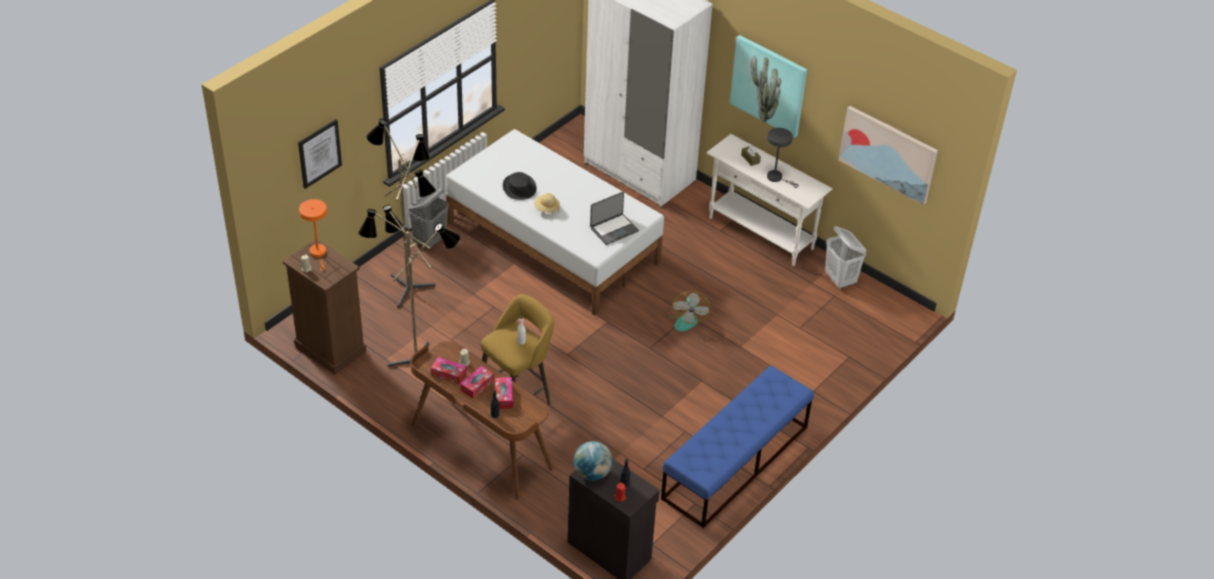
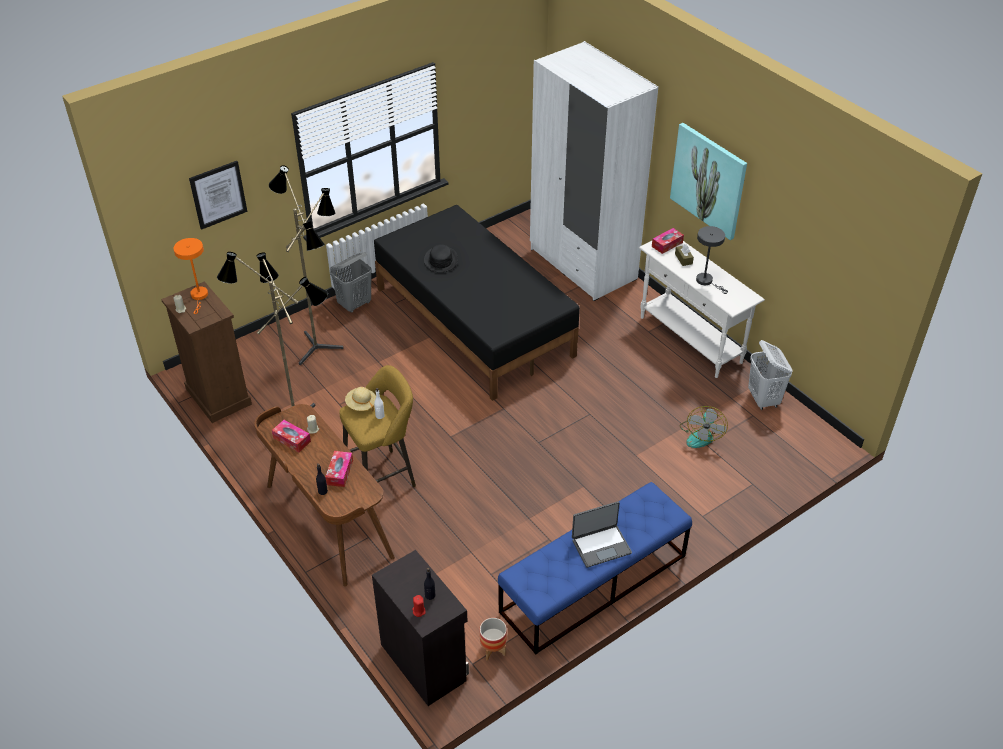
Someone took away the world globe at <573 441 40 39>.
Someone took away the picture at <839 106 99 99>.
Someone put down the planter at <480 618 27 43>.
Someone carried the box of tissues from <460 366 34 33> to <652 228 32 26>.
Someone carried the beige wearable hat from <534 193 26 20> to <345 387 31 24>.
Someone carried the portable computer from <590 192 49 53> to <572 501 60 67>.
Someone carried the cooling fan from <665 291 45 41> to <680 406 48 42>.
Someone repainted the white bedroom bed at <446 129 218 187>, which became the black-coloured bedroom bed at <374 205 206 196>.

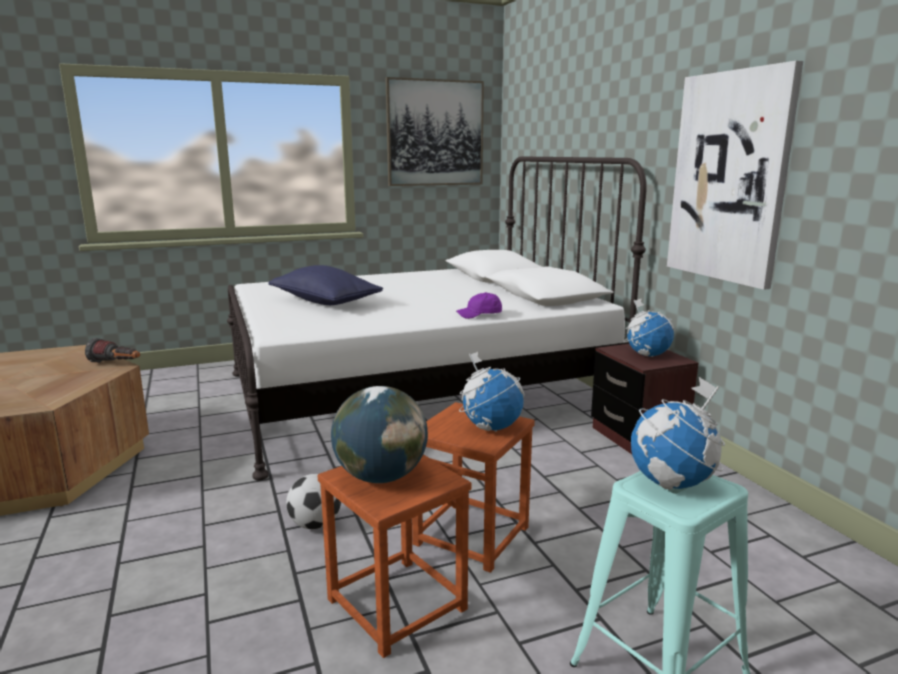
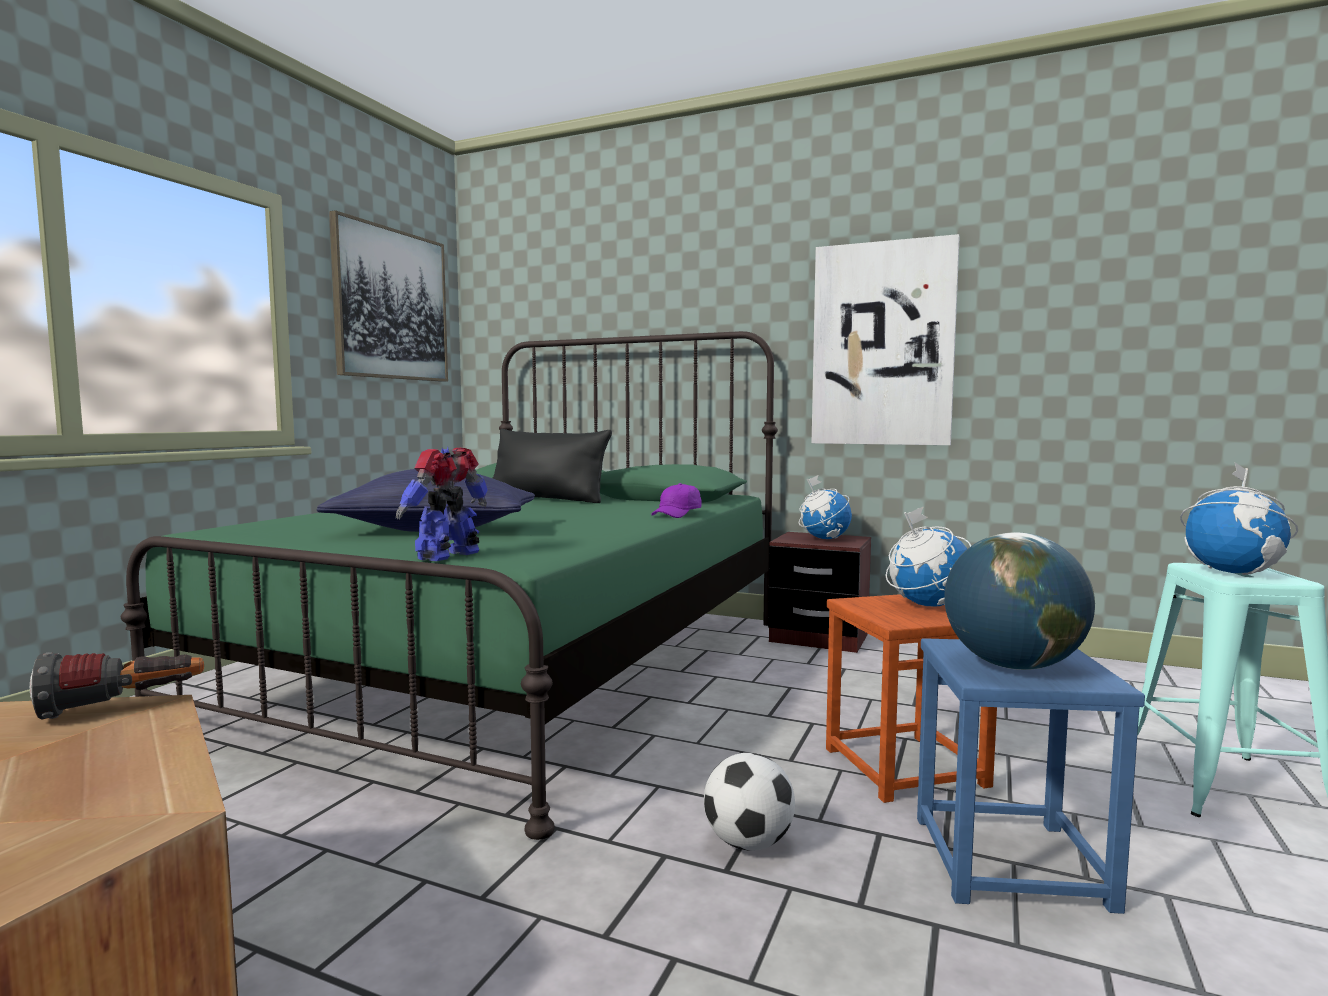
Someone put down the toy robot at <396 447 92 114>.
Someone put down the black-coloured pillow at <493 429 119 74>.
Someone repainted the white bedroom bed at <227 156 420 324>, which became the greenish bedroom bed at <121 331 657 509>.
Someone repainted the brown stool at <318 454 154 204>, which became the blue-coloured stool at <917 638 228 276>.

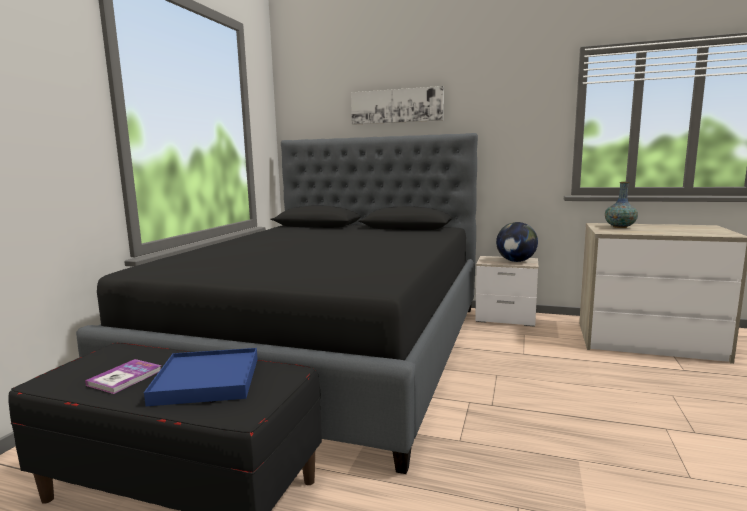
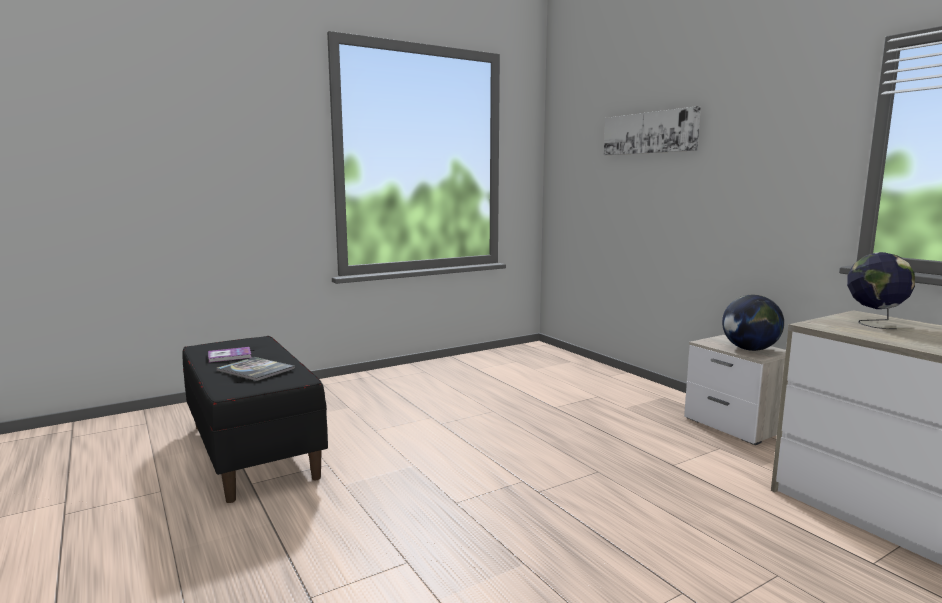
Someone took away the black-coloured bedroom bed at <76 133 402 341>.
Someone swapped the blue-coloured serving tray at <144 348 114 58> for the bound book at <217 357 78 24>.
Someone swapped the vase at <605 182 33 46> for the world globe at <847 252 68 77>.

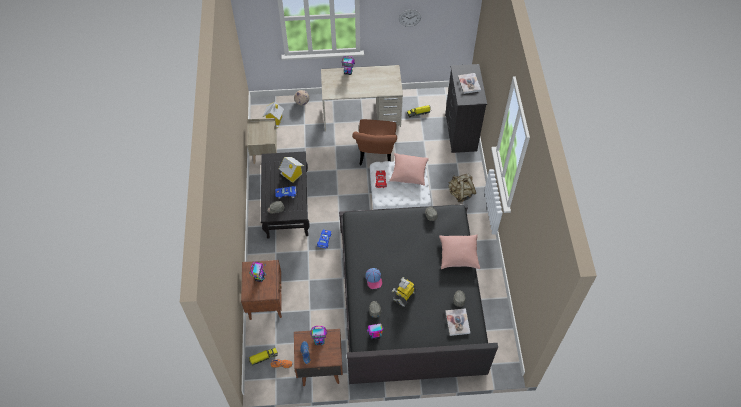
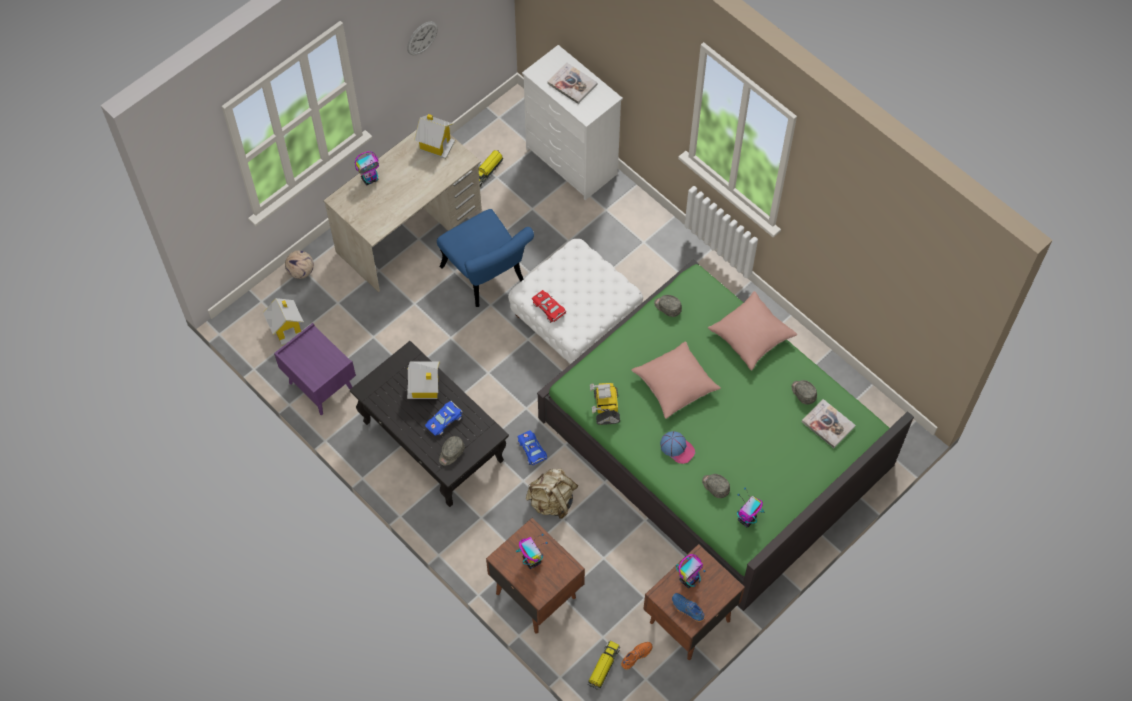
Someone put down the model house at <414 114 41 45>.
Someone carried the pink pillow from <389 153 40 33> to <631 342 90 77>.
Someone carried the toy robot from <392 277 25 30> to <590 383 30 42>.
Someone carried the beige rucksack from <449 174 27 28> to <526 469 52 50>.
Someone repainted the beige nightstand at <247 118 30 46>, which became the purplish nightstand at <274 323 82 92>.
Someone repainted the black-coloured bedroom bed at <339 204 159 180>, which became the greenish bedroom bed at <537 259 377 352>.
Someone repainted the brown upright chair at <352 119 45 46>, which became the blue-coloured upright chair at <437 209 97 98>.
Someone repainted the black-coloured drawer chest at <445 64 42 89>, which became the white drawer chest at <522 45 101 155>.

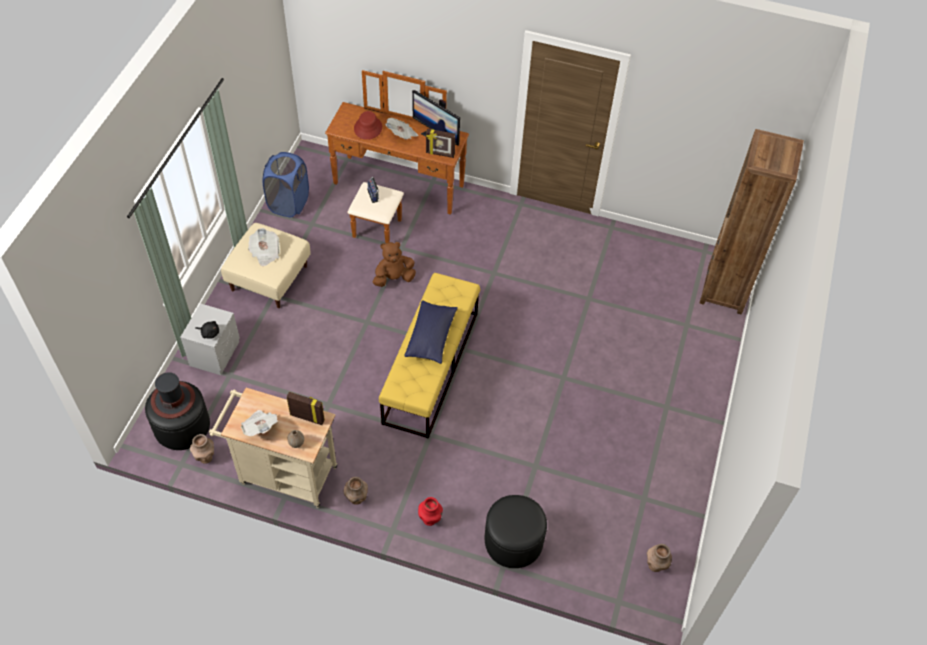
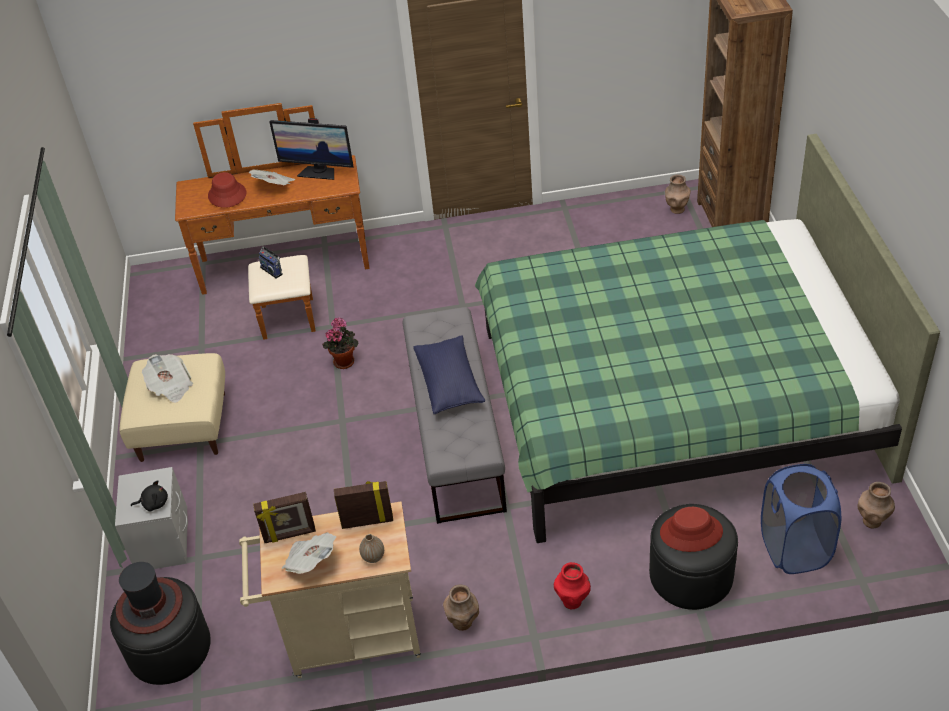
Someone put down the greenish bedroom bed at <475 134 465 409>.
Someone put down the reddish wearable hat at <660 507 63 45>.
Someone carried the brown vase from <190 434 24 30> to <665 175 26 39>.
Someone carried the blue-coloured washing basket from <263 152 46 65> to <761 464 80 110>.
Someone carried the photo frame from <426 129 29 29> to <253 492 63 51>.
Someone swapped the brown soft toy at <373 242 43 45> for the houseplant at <322 317 36 52>.
Someone repainted the yellow-coloured bench at <379 273 101 166>, which became the grey bench at <402 307 105 217>.

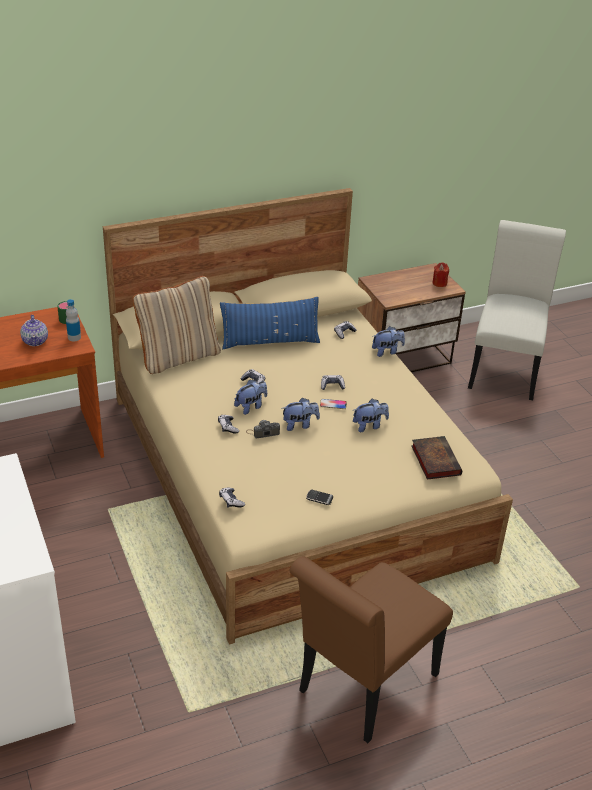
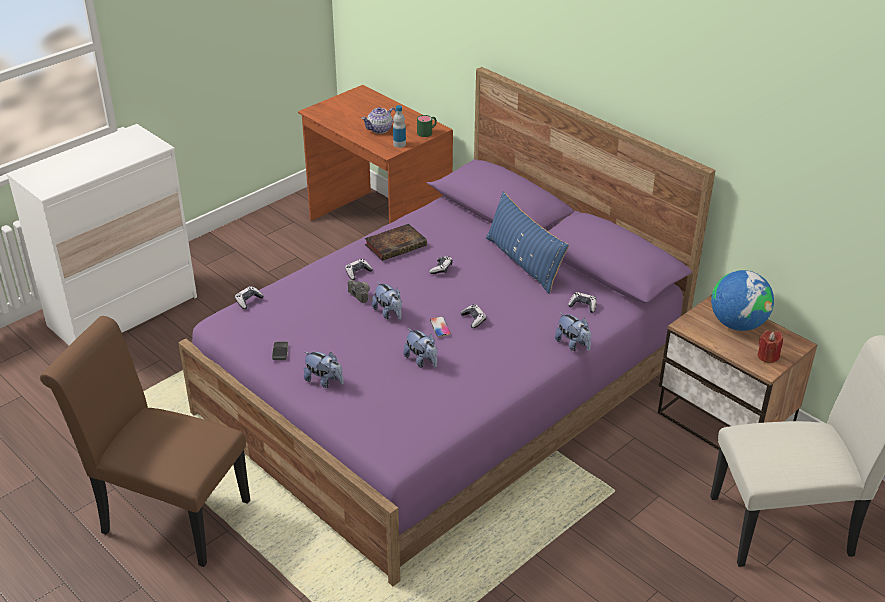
Someone took away the beige pillow at <133 276 88 98>.
Someone put down the world globe at <711 270 63 61>.
Someone carried the soft toy from <234 380 33 35> to <304 352 40 36>.
Someone carried the bound book from <411 436 51 44> to <365 224 62 37>.
Someone repainted the beige bedroom bed at <103 188 410 456>, which became the purplish bedroom bed at <178 67 538 519>.

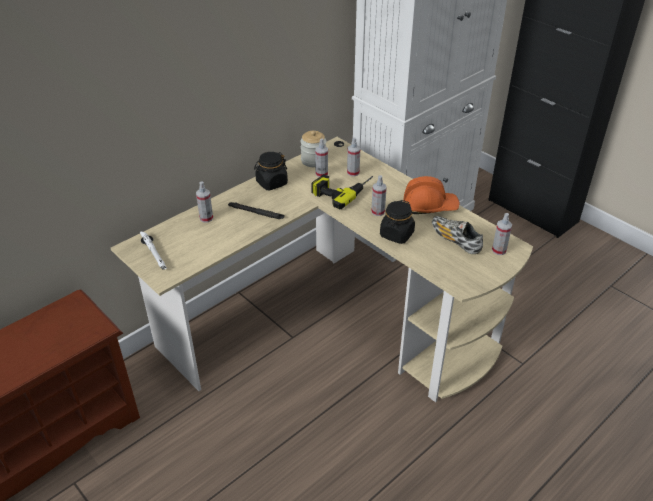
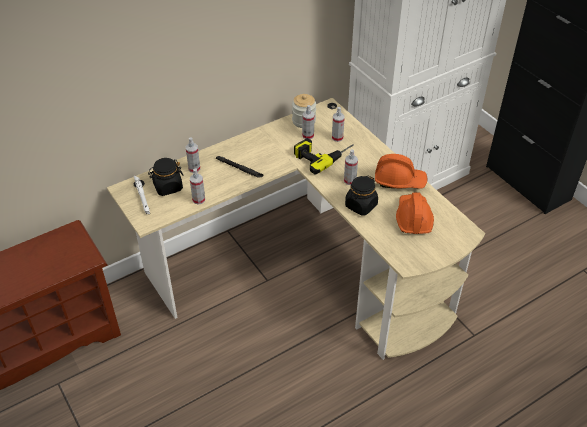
Someone carried the black-coloured storage jar from <254 152 34 38> to <148 158 36 38>.
Someone carried the spray bottle from <492 213 20 42> to <190 168 15 37>.
Someone swapped the low shoe at <432 216 51 38> for the orange-coloured safety helmet at <396 192 38 42>.

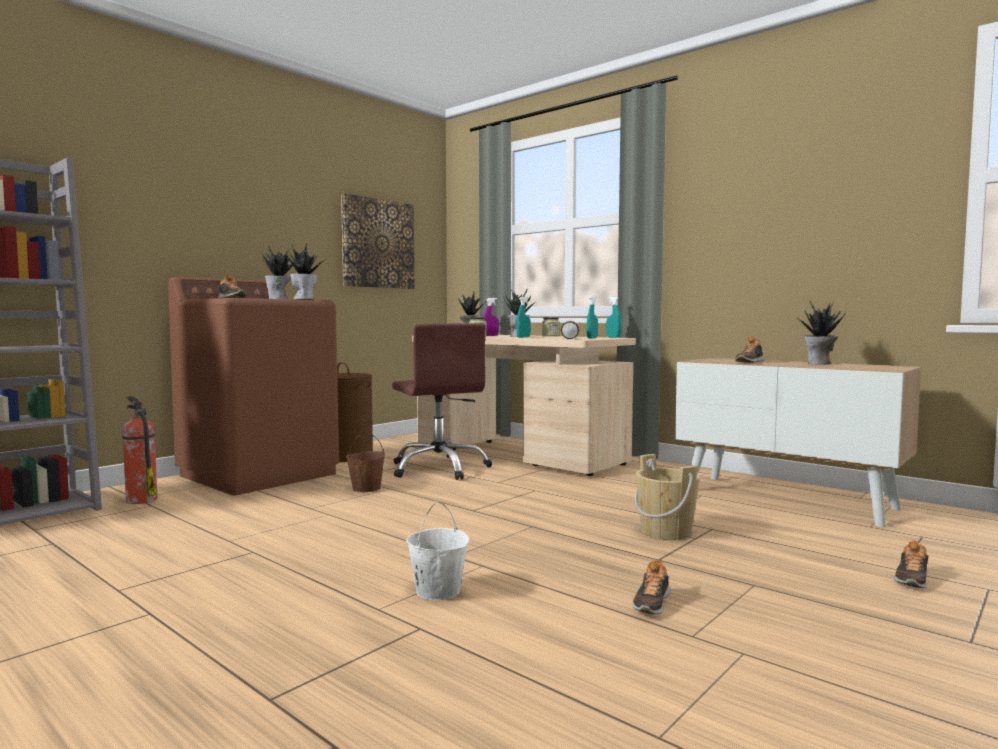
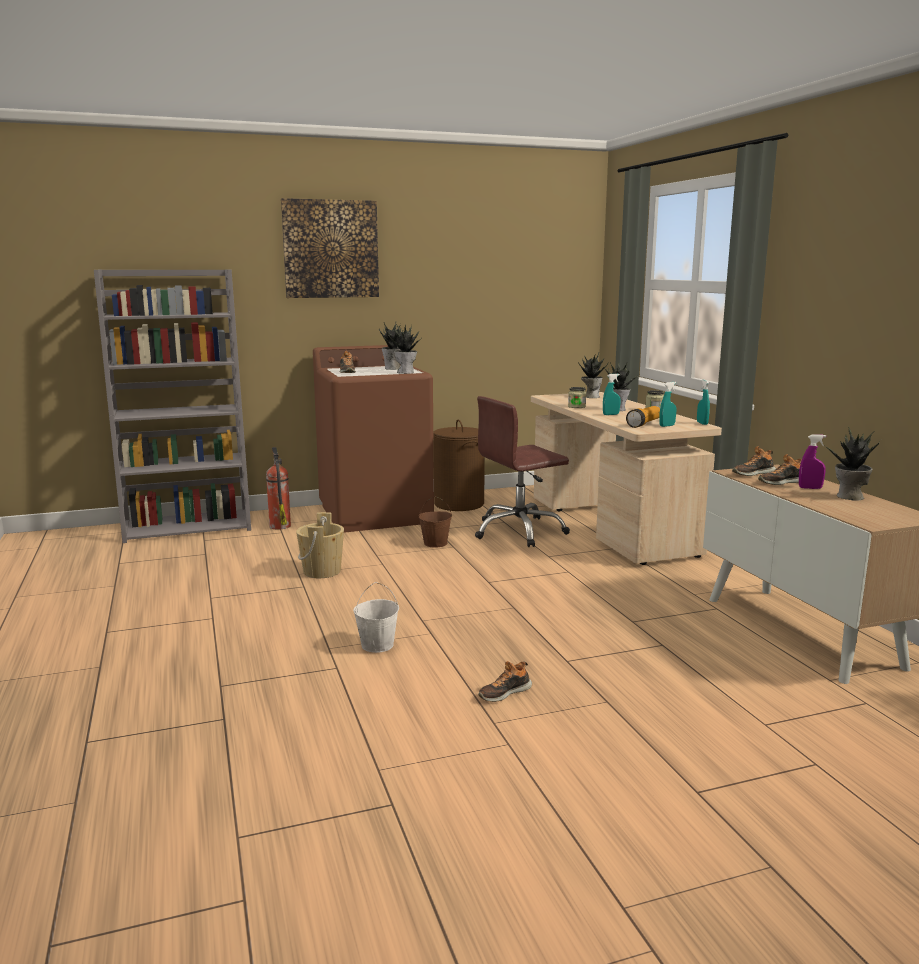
Someone carried the picture from <341 193 74 96> to <281 198 98 100>.
Someone carried the purplish spray bottle from <483 298 16 38> to <799 434 27 55>.
Someone carried the beige pail from <635 454 65 86> to <296 512 48 66>.
Someone carried the low shoe from <894 540 34 48> to <732 447 44 29>.
Someone rotated the brown office chair at <392 323 100 157> by 60 degrees clockwise.

